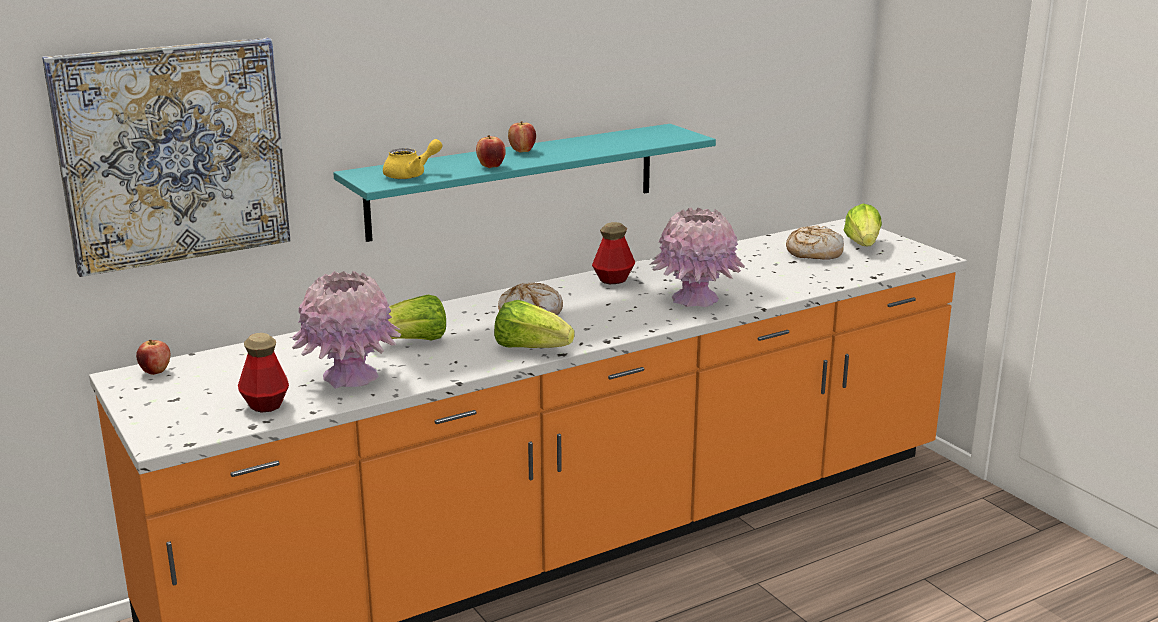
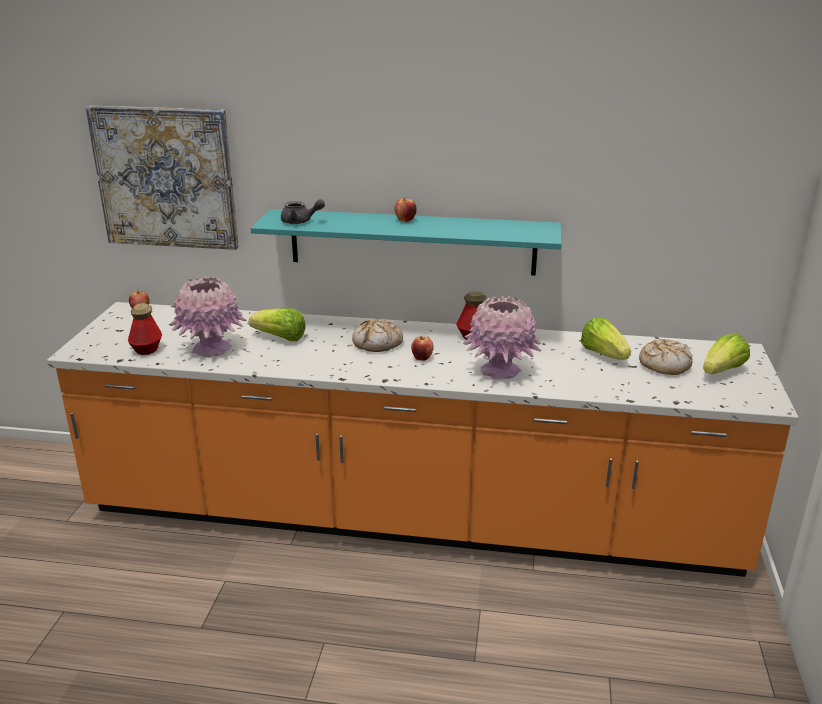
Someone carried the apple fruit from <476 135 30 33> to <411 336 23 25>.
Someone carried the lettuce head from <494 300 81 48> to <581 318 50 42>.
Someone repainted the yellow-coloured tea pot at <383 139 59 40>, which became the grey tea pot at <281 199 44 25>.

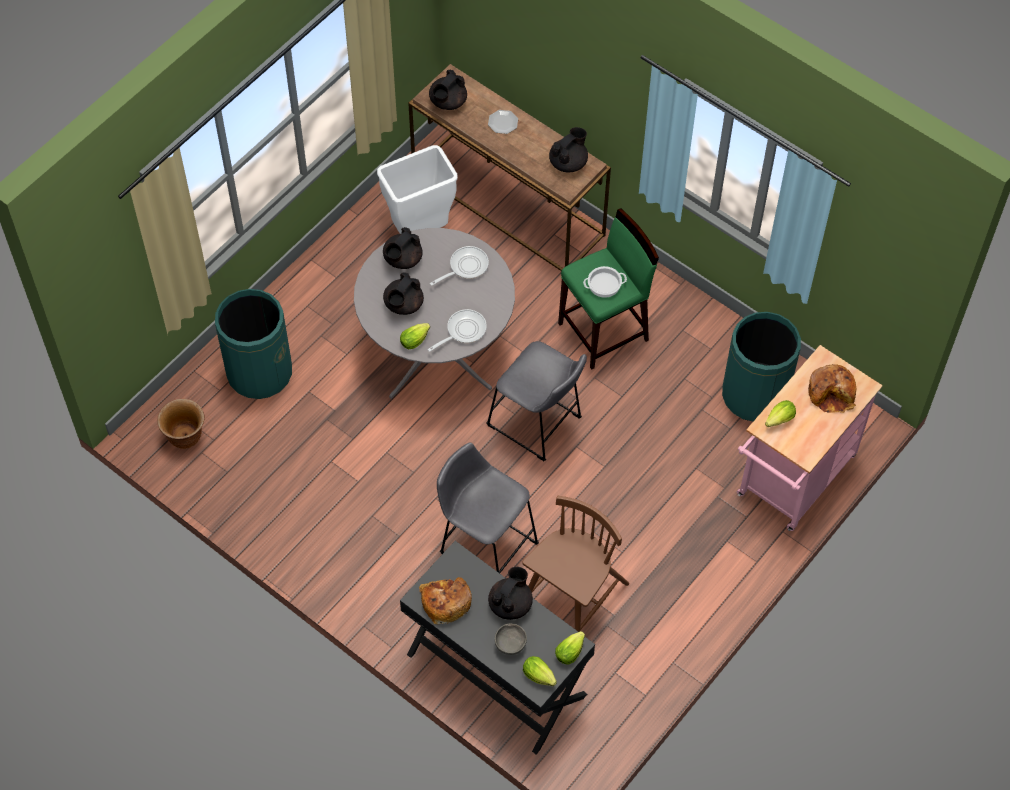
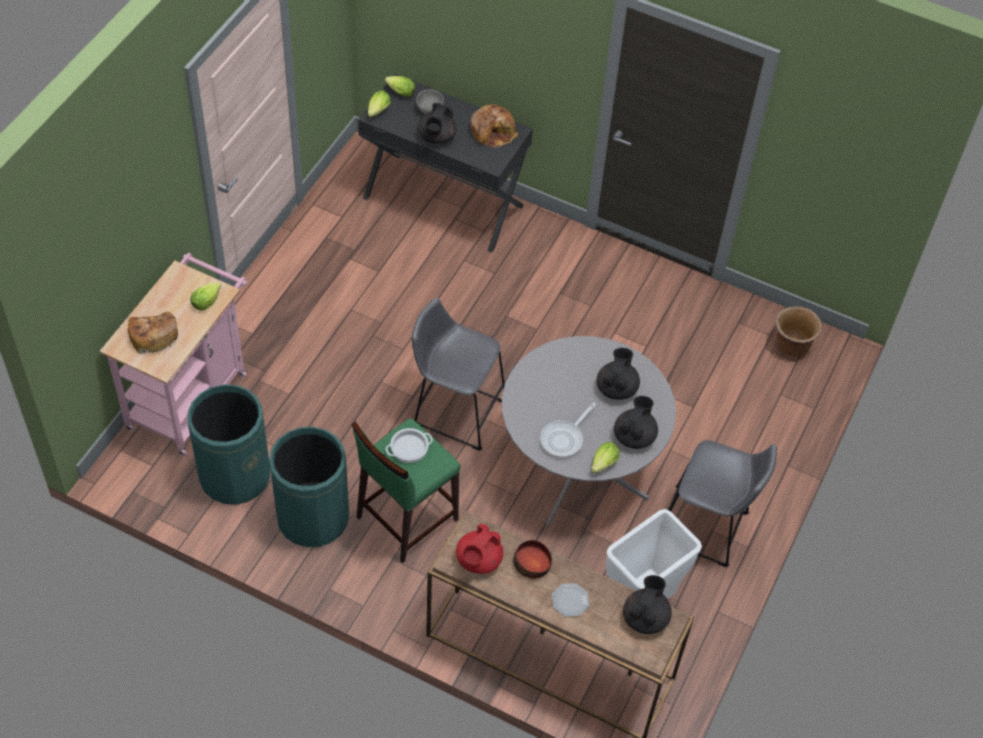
Someone took away the skillet at <428 309 59 43>.
Someone took away the brown upright chair at <522 496 107 136>.
Someone put down the bowl at <513 540 39 39>.
Someone carried the greenish trash can from <215 289 77 110> to <269 427 80 120>.
Someone carried the lettuce head from <400 323 30 26> to <591 442 29 31>.
Someone carried the grey stool from <437 443 102 130> to <668 440 109 127>.
Someone repainted the black-coloured tea pot at <549 127 39 45>, which became the reddish tea pot at <456 524 47 50>.

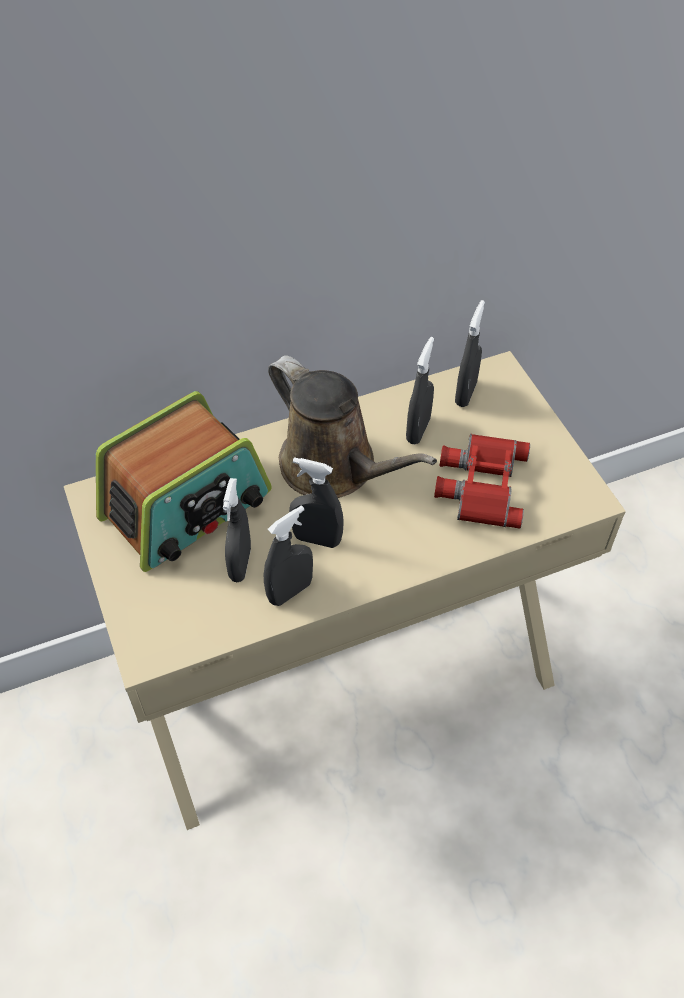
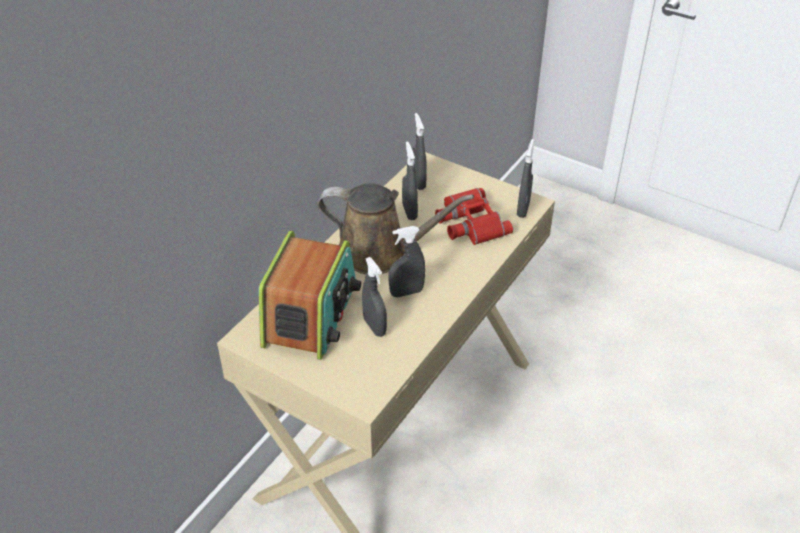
Someone carried the grey spray bottle from <264 506 49 100> to <517 139 17 79>.

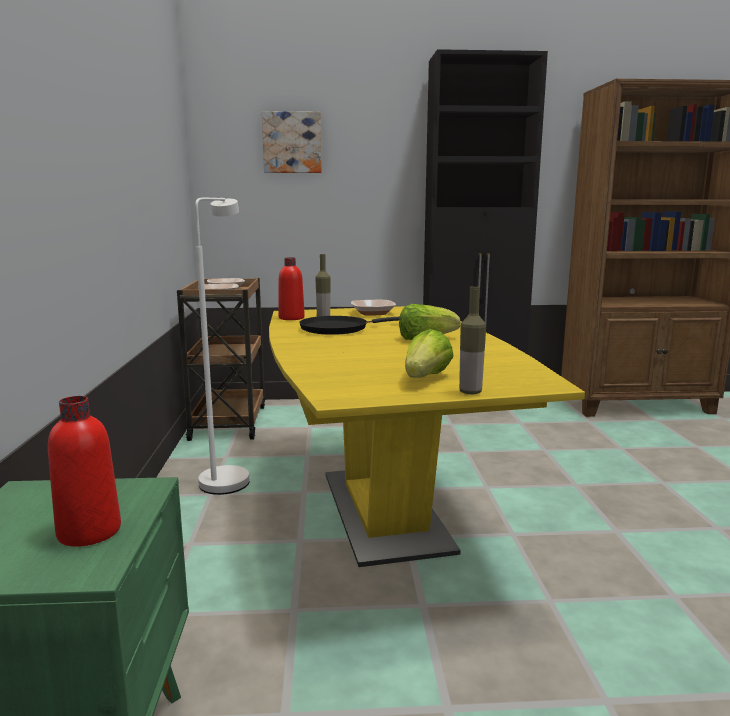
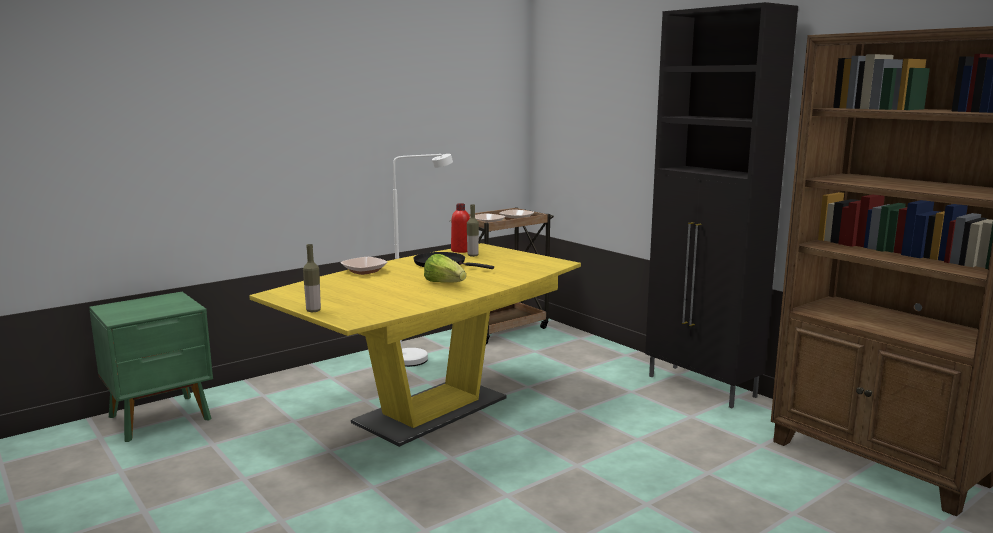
Someone took away the reddish beverage bottle at <48 396 73 151>.
Someone took away the picture at <262 111 60 62>.
Someone took away the lettuce head at <405 329 49 49>.
Someone carried the bowl from <351 300 45 15> to <341 257 47 18>.

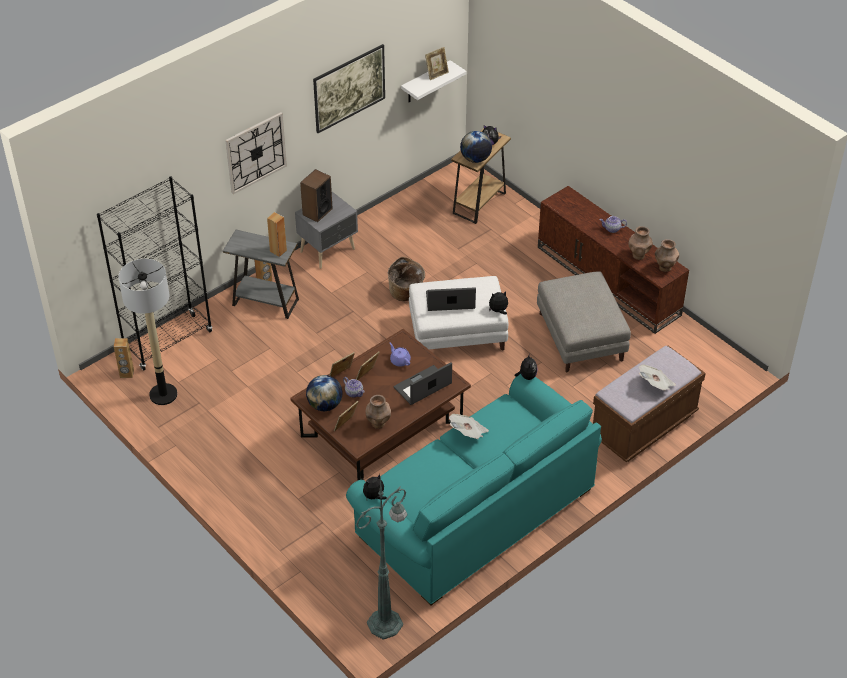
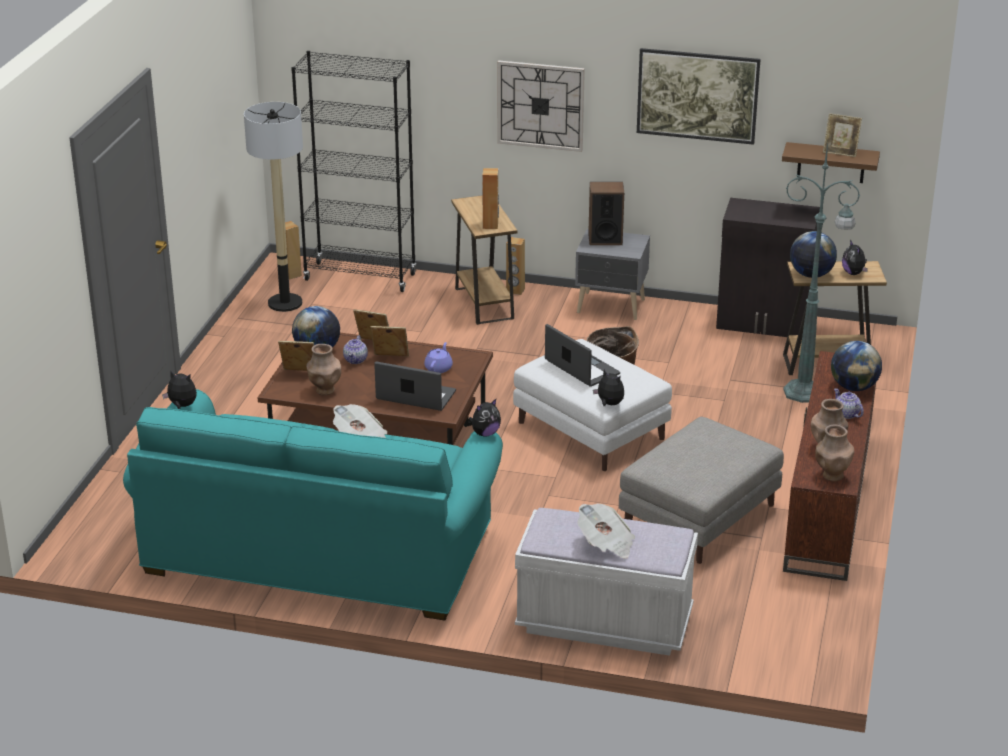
Someone put down the black-coloured storage cabinet at <716 198 104 139>.
Someone put down the world globe at <831 341 51 50>.
Someone carried the greenish floor lamp from <356 477 51 163> to <783 142 77 261>.
Someone repainted the grey side table at <223 230 76 89>, which became the brown side table at <451 195 66 130>.
Someone repainted the white bracket shelf at <401 60 66 42>, which became the brown bracket shelf at <782 142 98 41>.
Someone repainted the brown bench at <593 346 113 116>, which became the white bench at <515 508 183 148>.

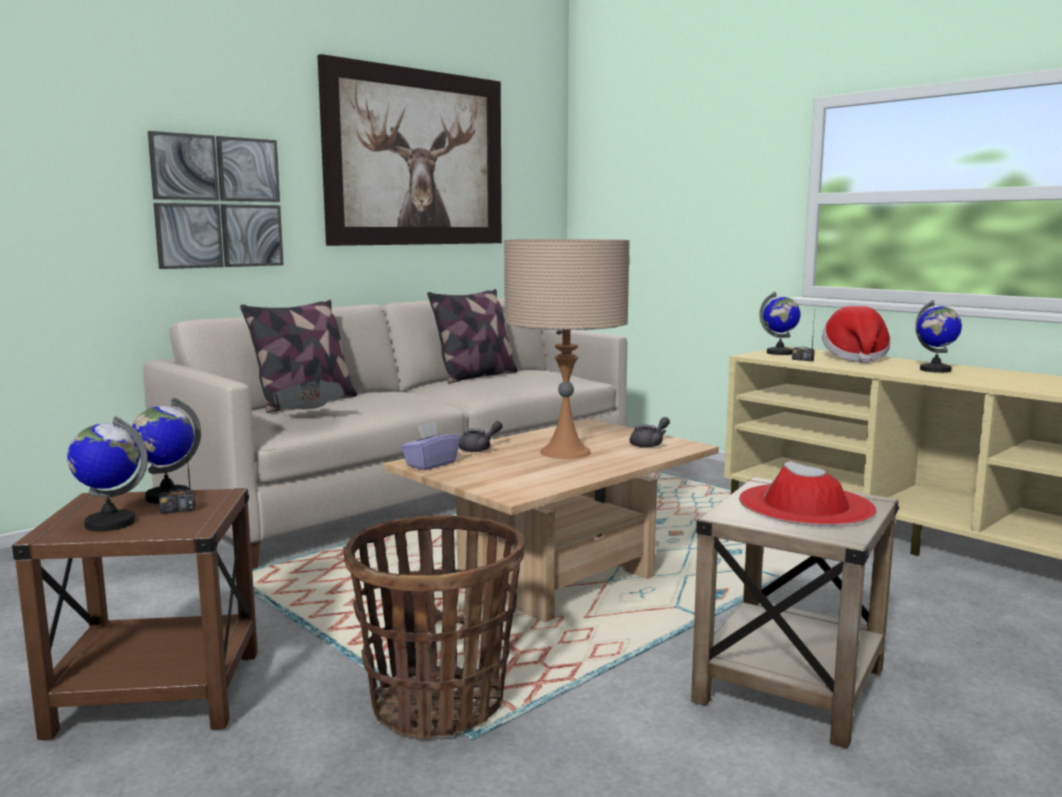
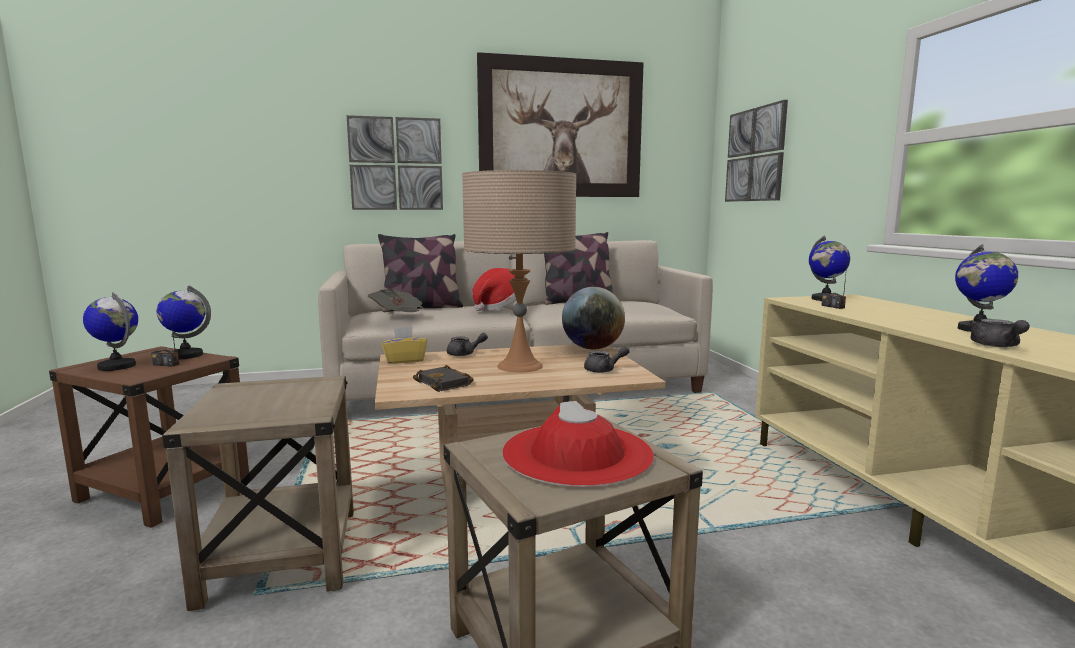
Someone put down the black-coloured bound book at <413 365 61 27>.
Someone put down the world globe at <562 287 63 63>.
Someone put up the picture at <725 100 63 102>.
Someone put down the grey tea pot at <969 319 61 28>.
Someone carried the wearable hat from <822 306 68 57> to <472 268 45 43>.
Someone swapped the household basket at <343 515 181 225> for the beige side table at <162 376 192 235>.
Someone repainted the purplish box of tissues at <401 422 59 48>, which became the yellow-coloured box of tissues at <381 326 46 38>.

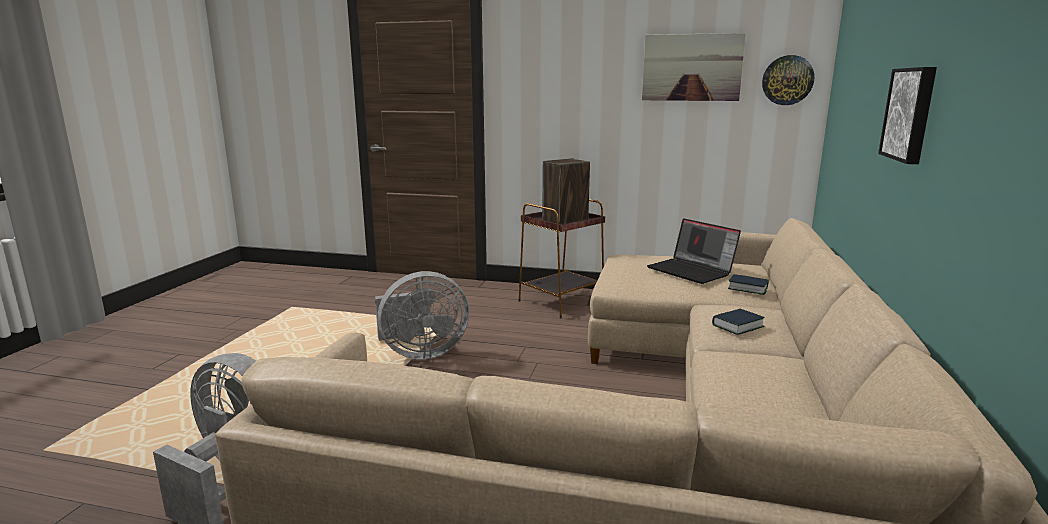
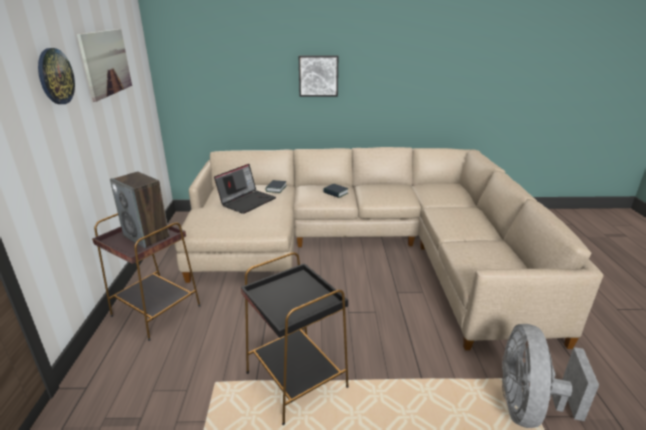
Someone carried the hanging clock from <762 55 52 50> to <38 48 37 56>.
Someone swapped the grey cooling fan at <375 271 94 89> for the black-coloured side table at <241 252 108 173>.

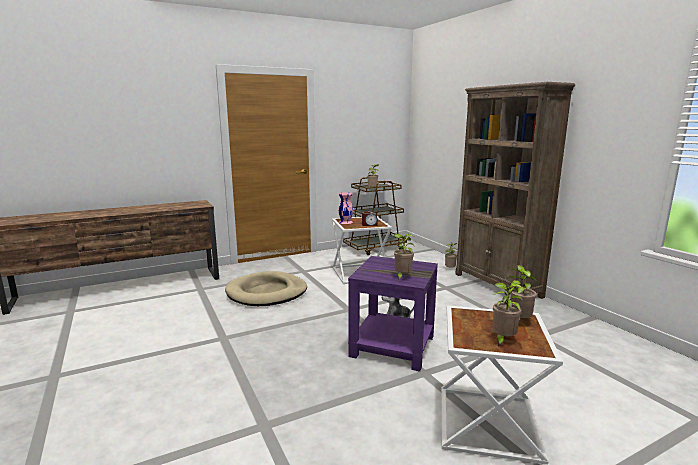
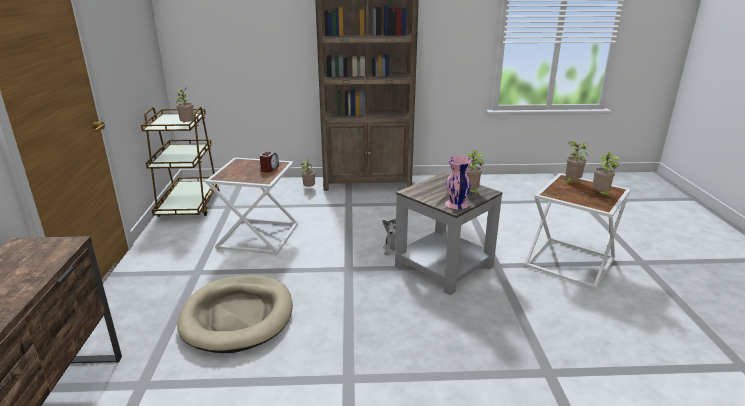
Someone carried the pink vase from <338 192 15 32> to <445 156 27 53>.
Someone repainted the purplish side table at <348 256 90 116>, which became the grey side table at <395 172 108 123>.

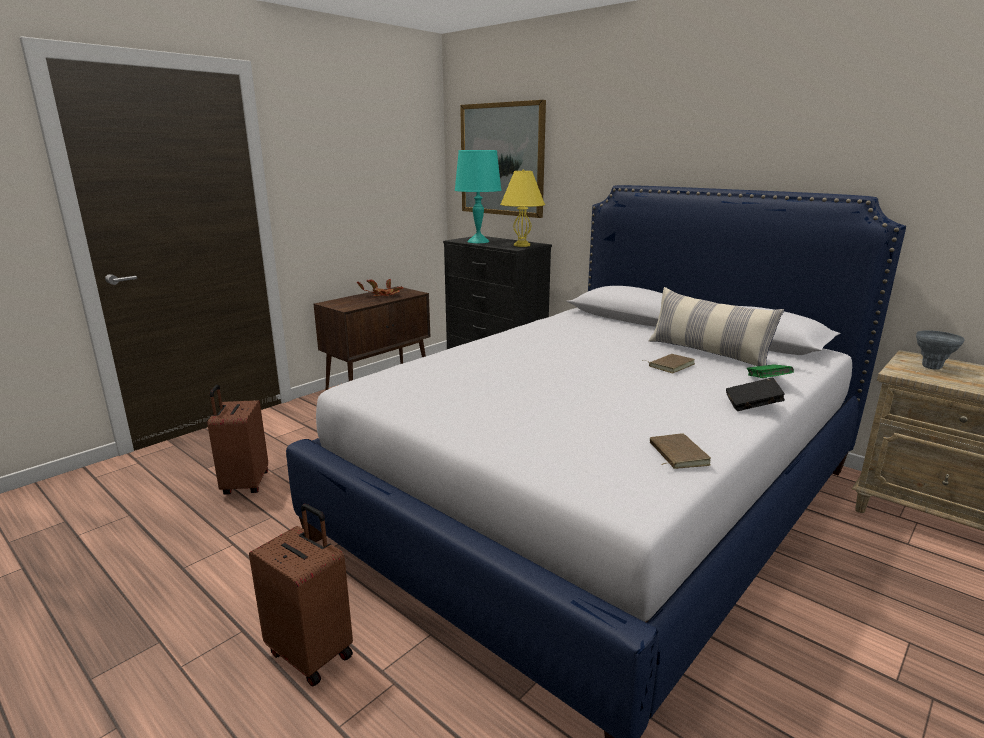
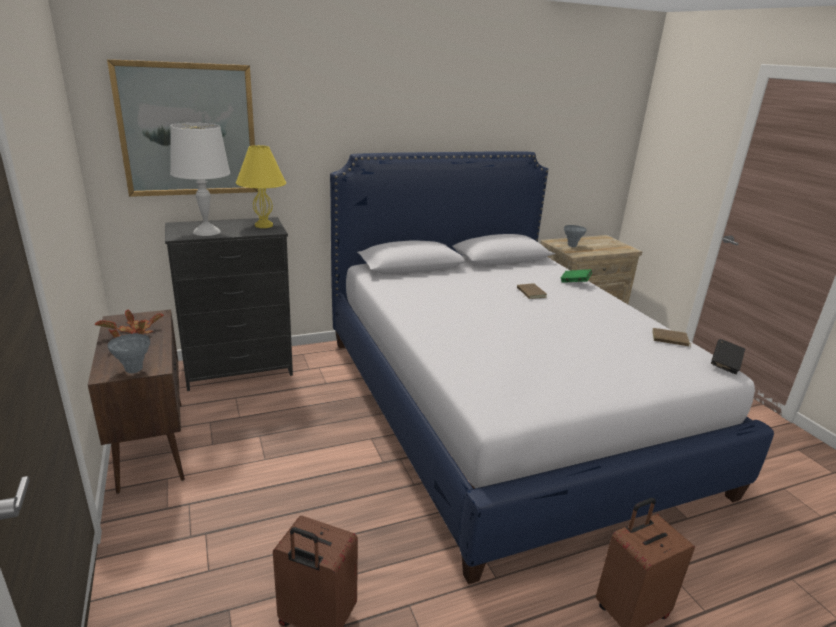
Someone took away the pillow at <649 287 135 79>.
Someone put down the grey vase at <107 333 43 40>.
Someone carried the black-coloured bound book from <726 377 59 34> to <711 339 34 35>.
Someone repainted the turquoise tabletop lamp at <455 150 47 93>, which became the white tabletop lamp at <170 123 60 113>.

